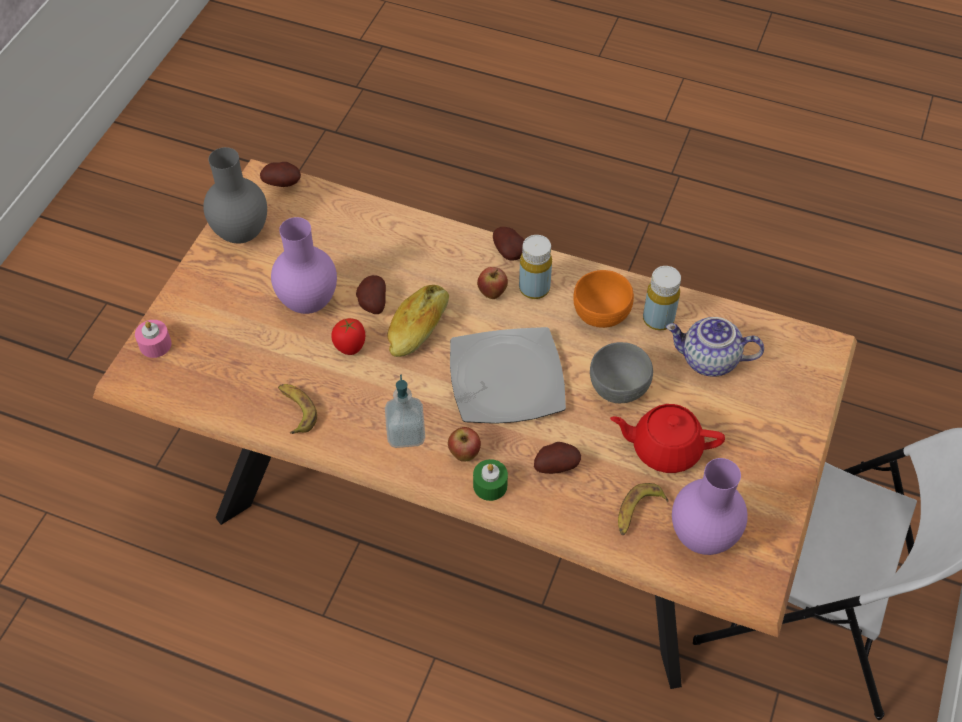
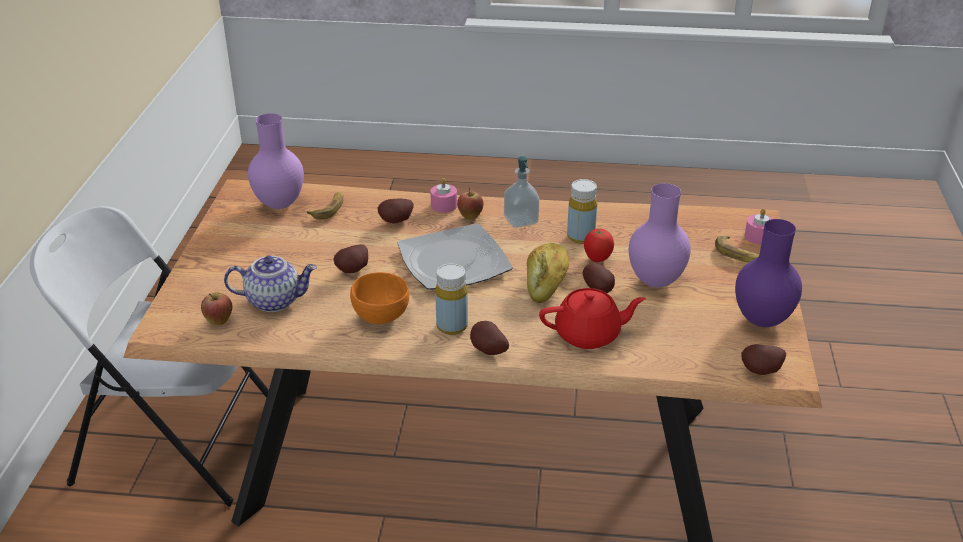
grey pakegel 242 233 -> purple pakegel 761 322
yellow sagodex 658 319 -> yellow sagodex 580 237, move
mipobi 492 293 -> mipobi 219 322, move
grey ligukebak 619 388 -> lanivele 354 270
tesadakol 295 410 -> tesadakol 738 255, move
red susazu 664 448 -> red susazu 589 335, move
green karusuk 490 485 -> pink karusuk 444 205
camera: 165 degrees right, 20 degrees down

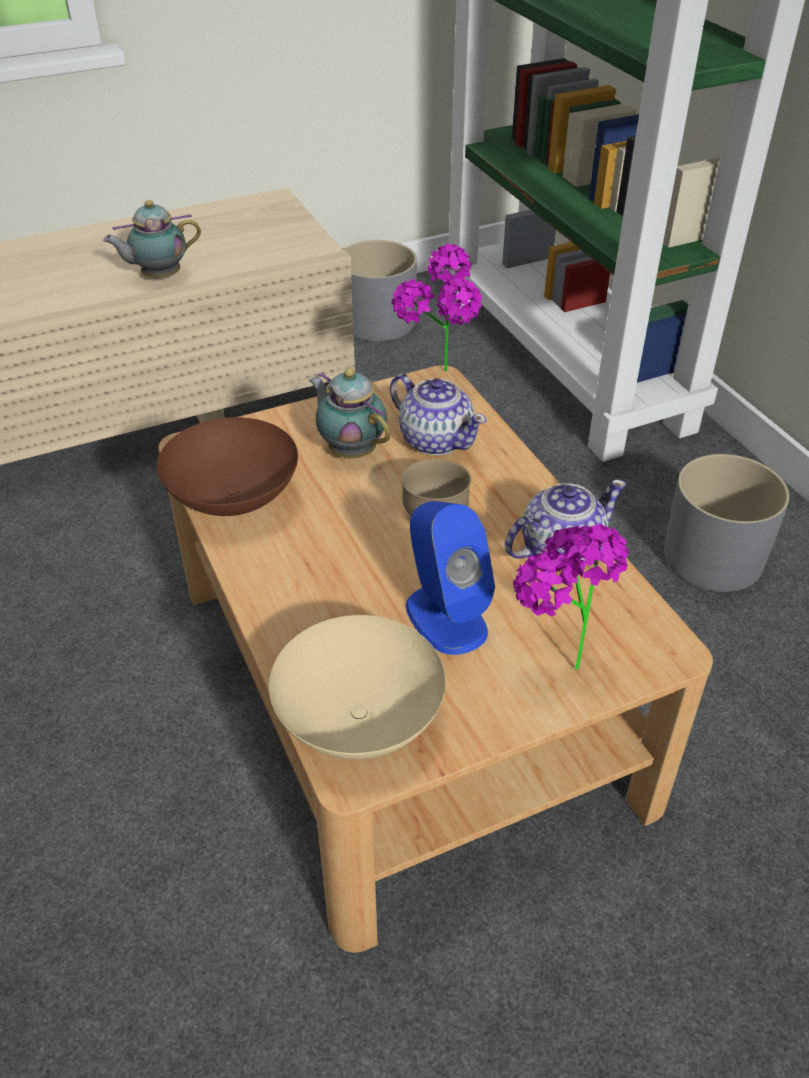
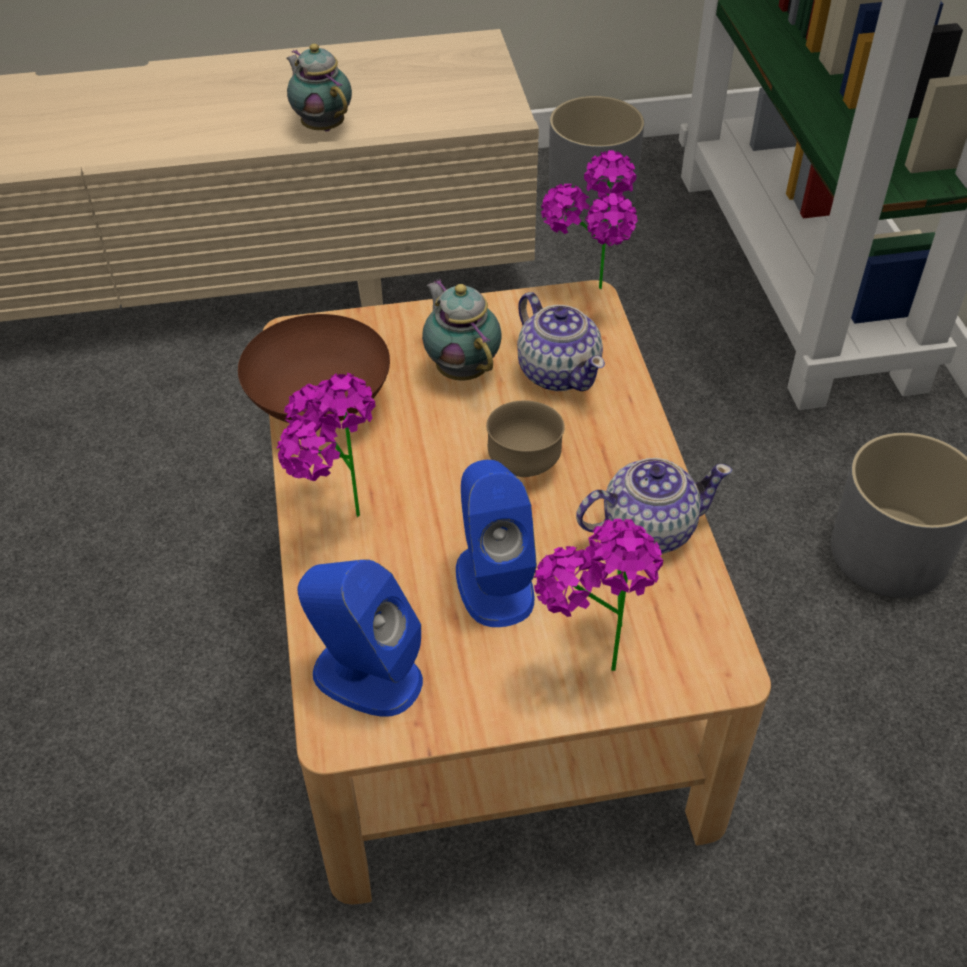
susazu 159 277 -> susazu 322 126, 60 degrees clockwise
beige ligukebak 359 718 -> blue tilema 366 675
none -> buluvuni 334 518
camera: 15 degrees right, 5 degrees up

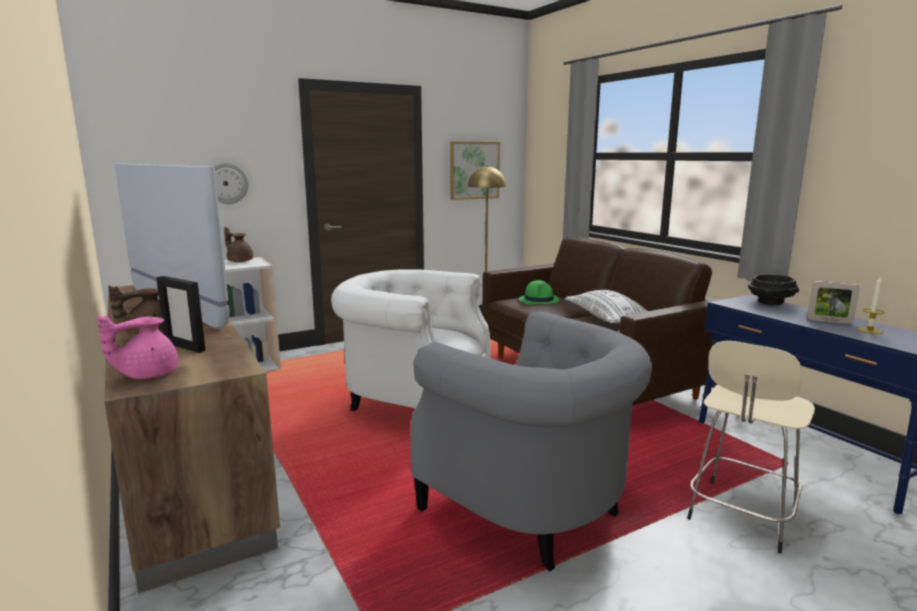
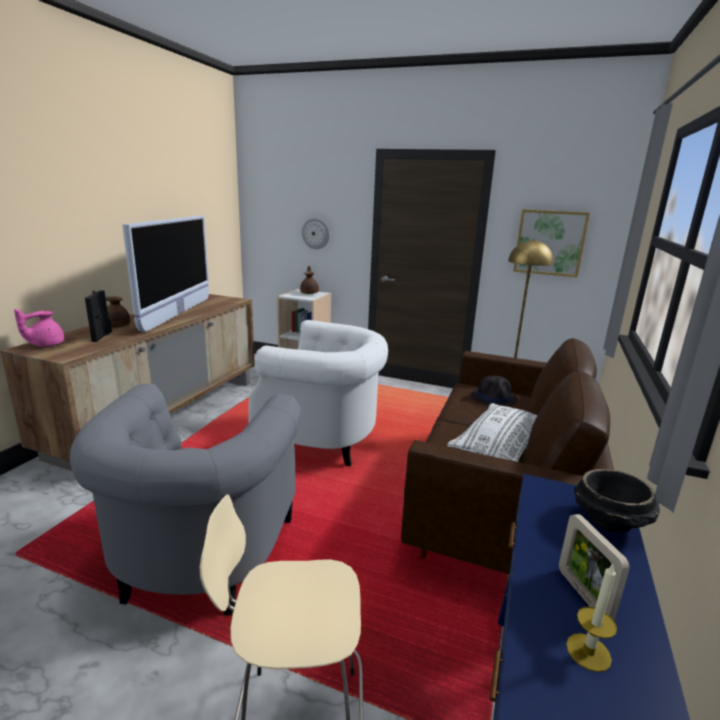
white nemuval 412 404 -> white nemuval 321 442, 120 degrees clockwise
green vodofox 539 300 -> black vodofox 493 398
pink susazu 147 375 -> pink susazu 45 344, 60 degrees counterclockwise
camera: 50 degrees right, 5 degrees up

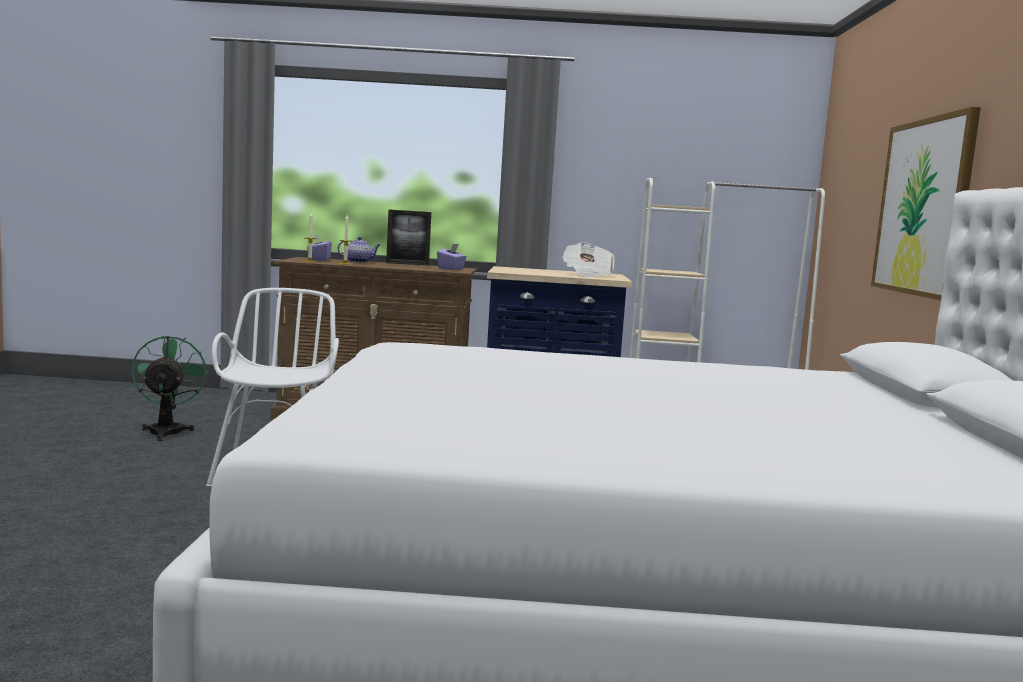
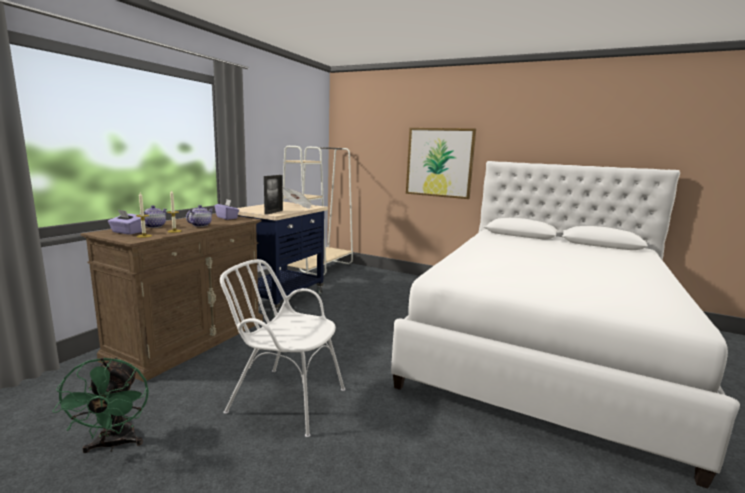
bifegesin 407 264 -> bifegesin 273 212, move
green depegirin 167 430 -> green depegirin 114 444, 120 degrees counterclockwise
none -> susazu 201 225
camera: 65 degrees left, 5 degrees up

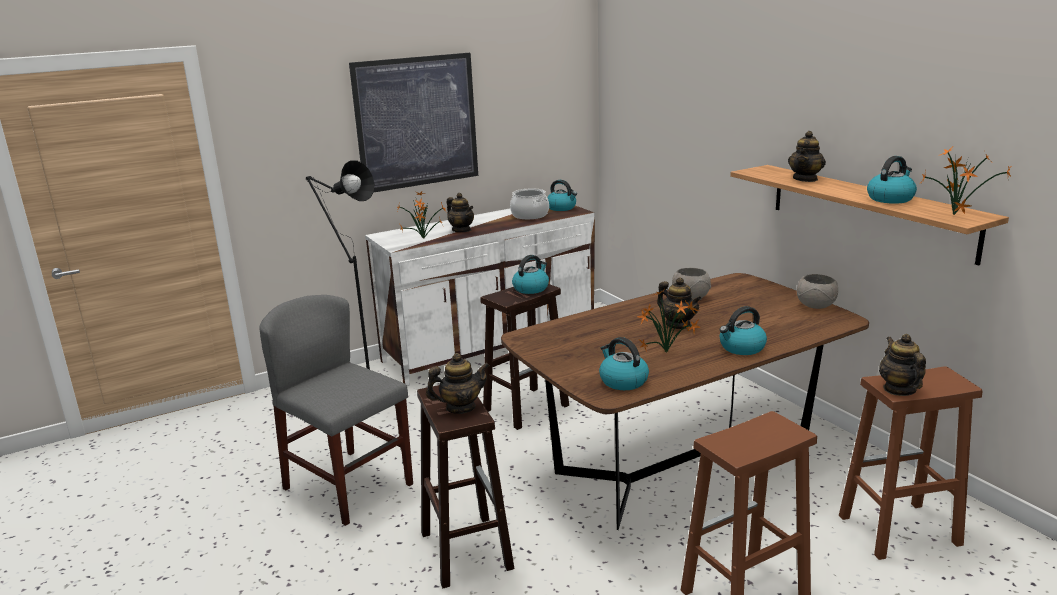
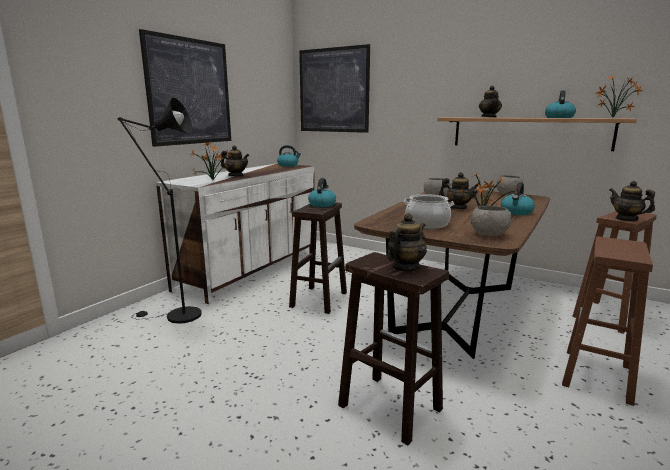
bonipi 530 215 -> bonipi 427 224, move
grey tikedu 348 486 -> none
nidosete 622 381 -> grey ligukebak 490 234
none -> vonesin 333 90
camera: 30 degrees left, 5 degrees down

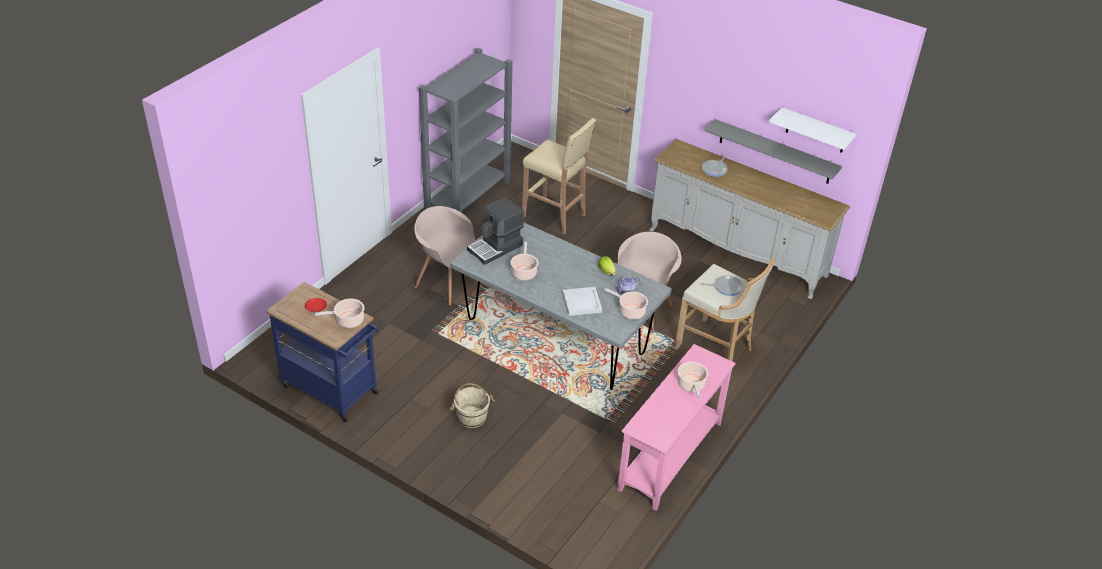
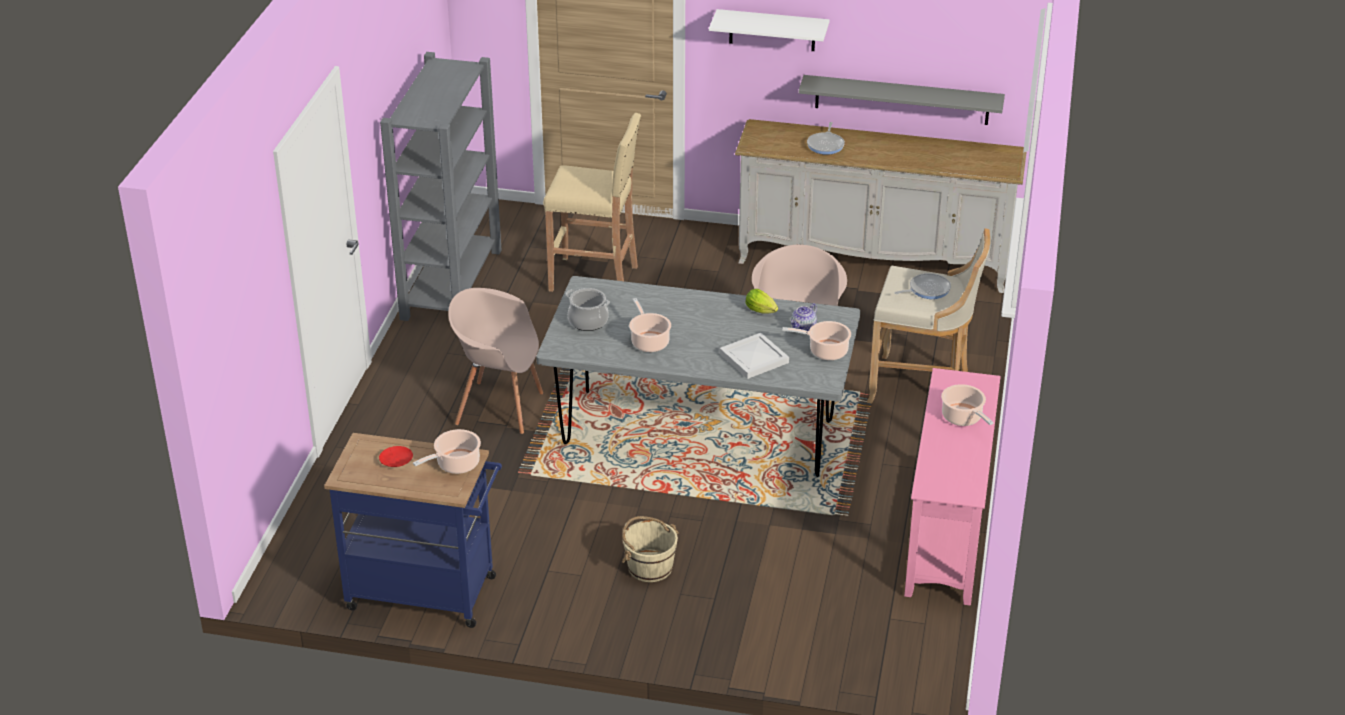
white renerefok 816 131 -> white renerefok 772 30, move
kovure 496 248 -> bonipi 588 321
camera: 20 degrees left, 5 degrees down

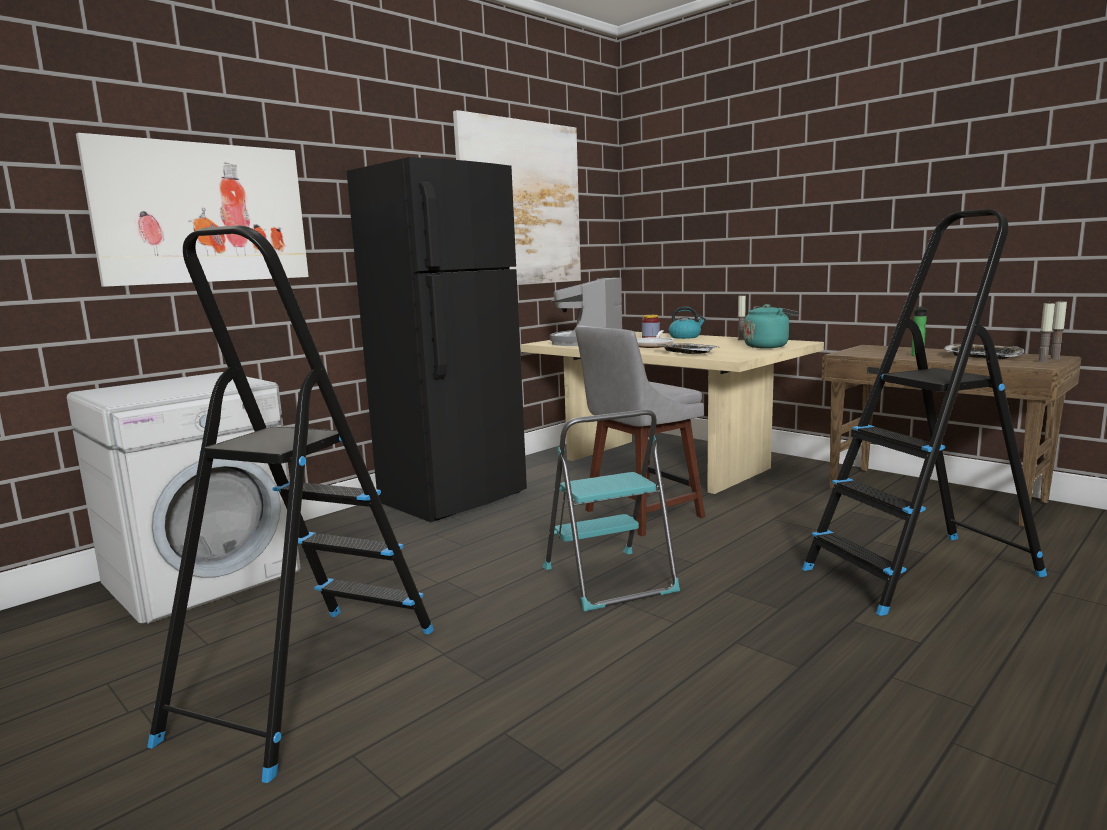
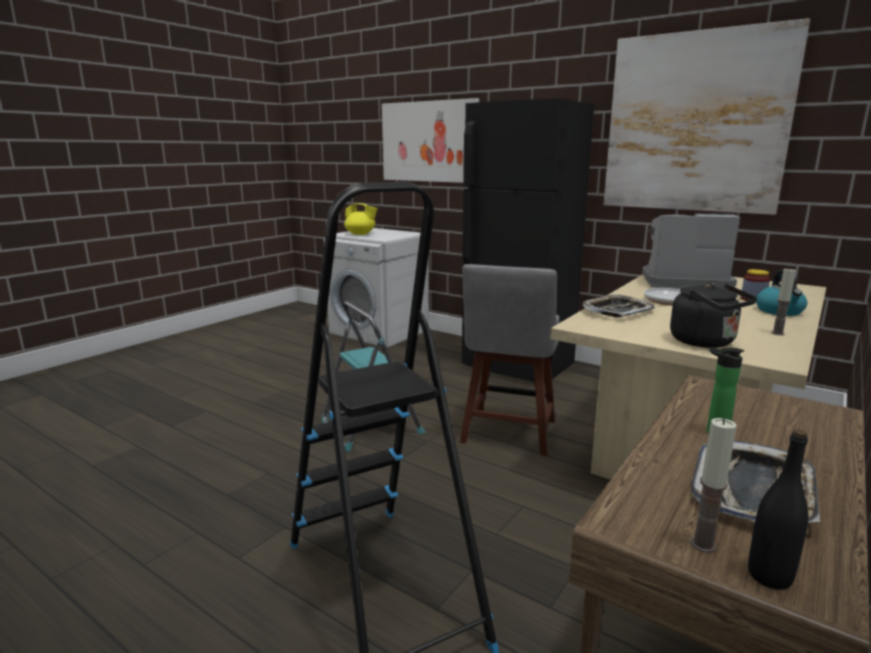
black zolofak 310 679 -> none
karusuk 1054 358 -> black sagodex 769 576
turquoise nidosete 768 346 -> black nidosete 706 342
grey tikedu 638 515 -> grey tikedu 507 434, 120 degrees counterclockwise
none -> yellow susazu 360 234
camera: 80 degrees right, 5 degrees up

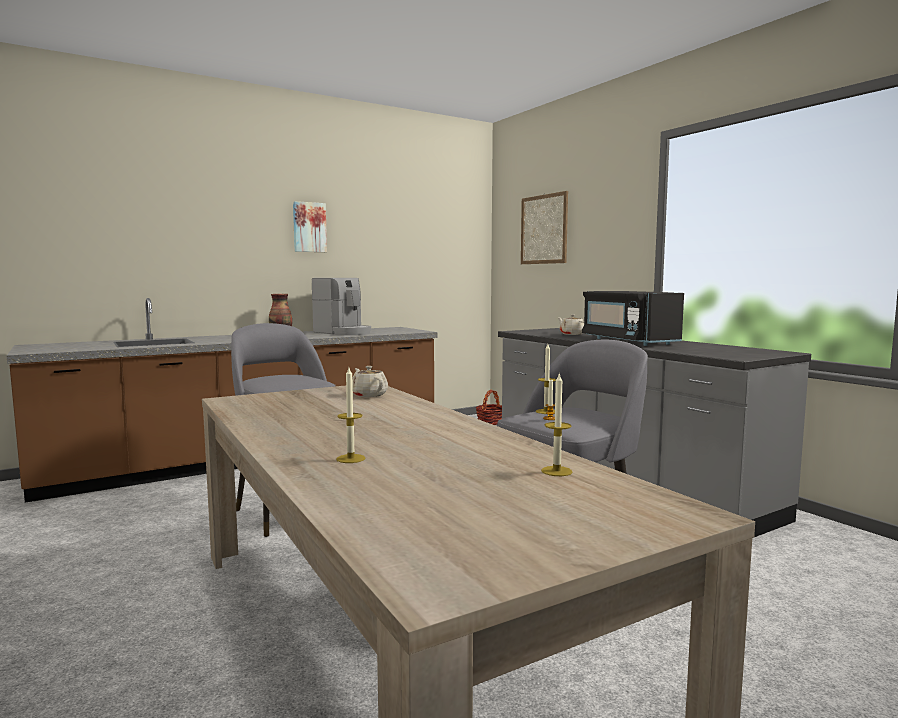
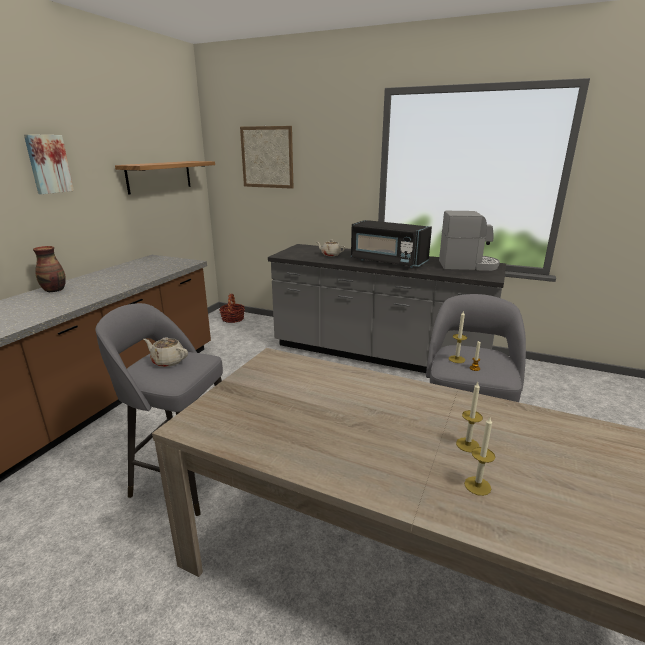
kovure 344 332 -> kovure 467 265, move
beige susazu 369 395 -> beige susazu 168 361, move
karusuk 556 471 -> karusuk 467 445, move
none -> renerefok 159 176
camera: 35 degrees left, 15 degrees up

